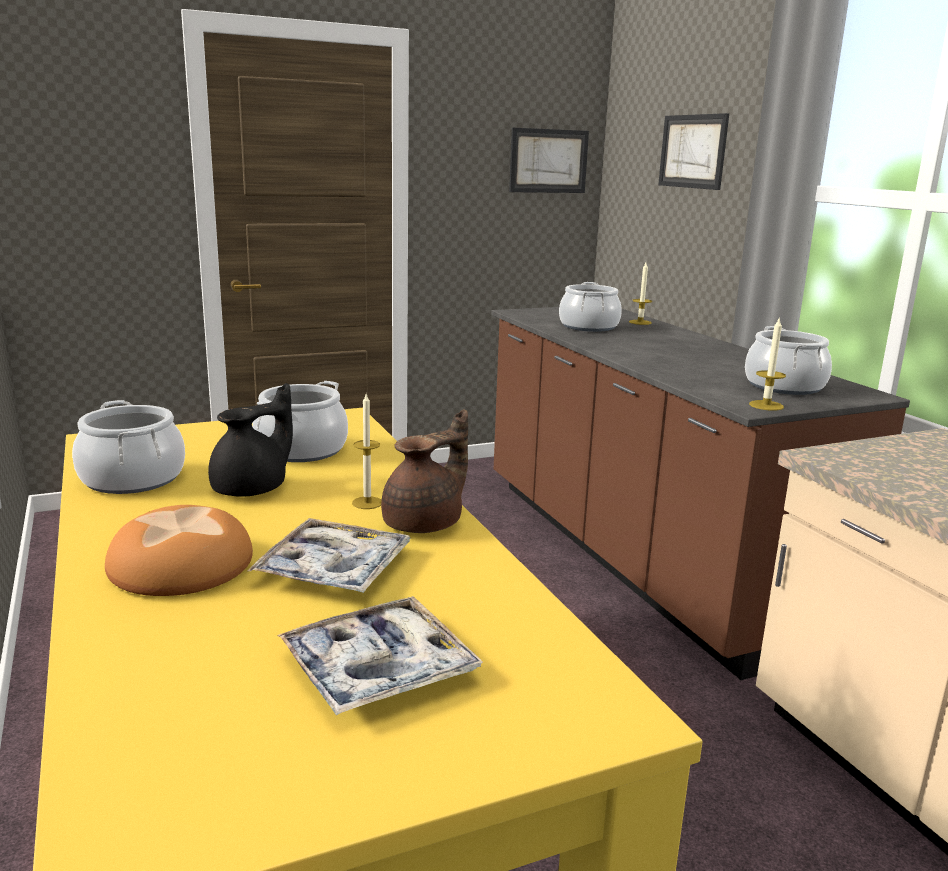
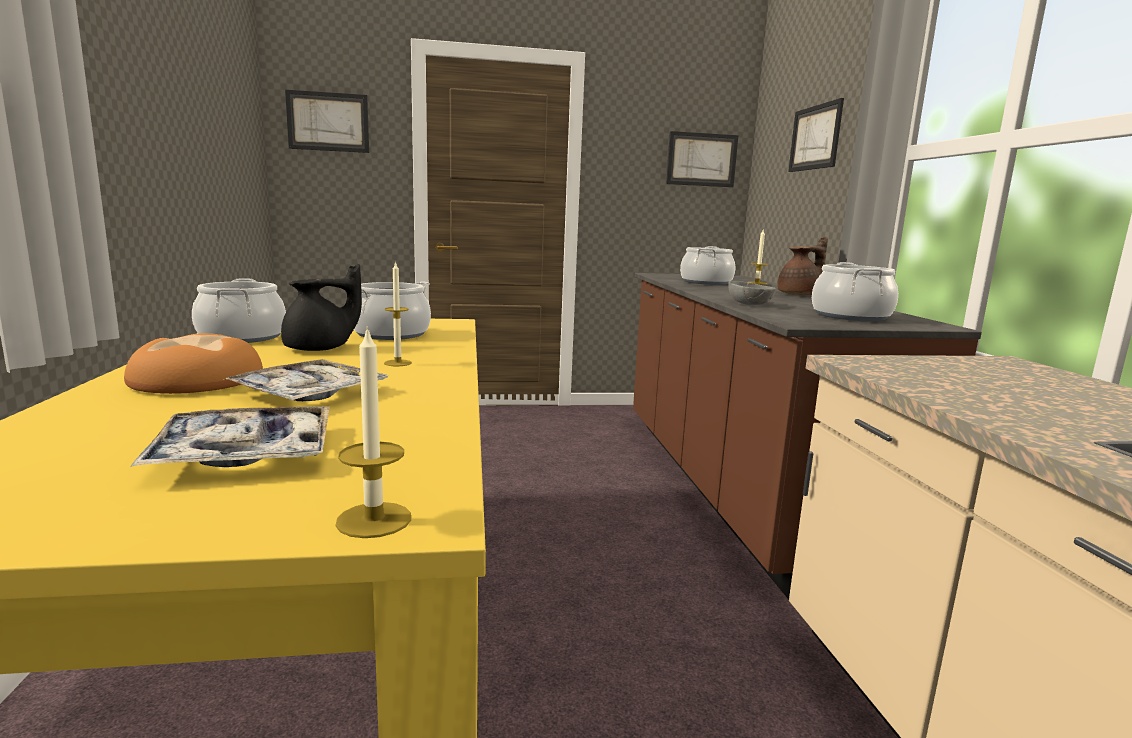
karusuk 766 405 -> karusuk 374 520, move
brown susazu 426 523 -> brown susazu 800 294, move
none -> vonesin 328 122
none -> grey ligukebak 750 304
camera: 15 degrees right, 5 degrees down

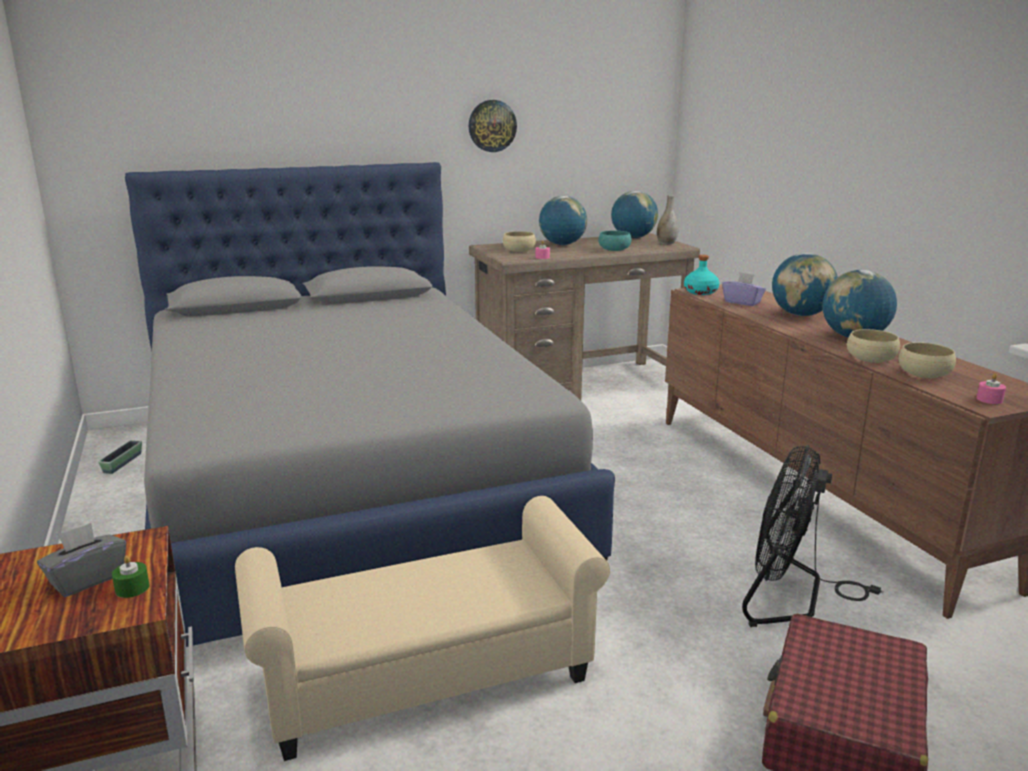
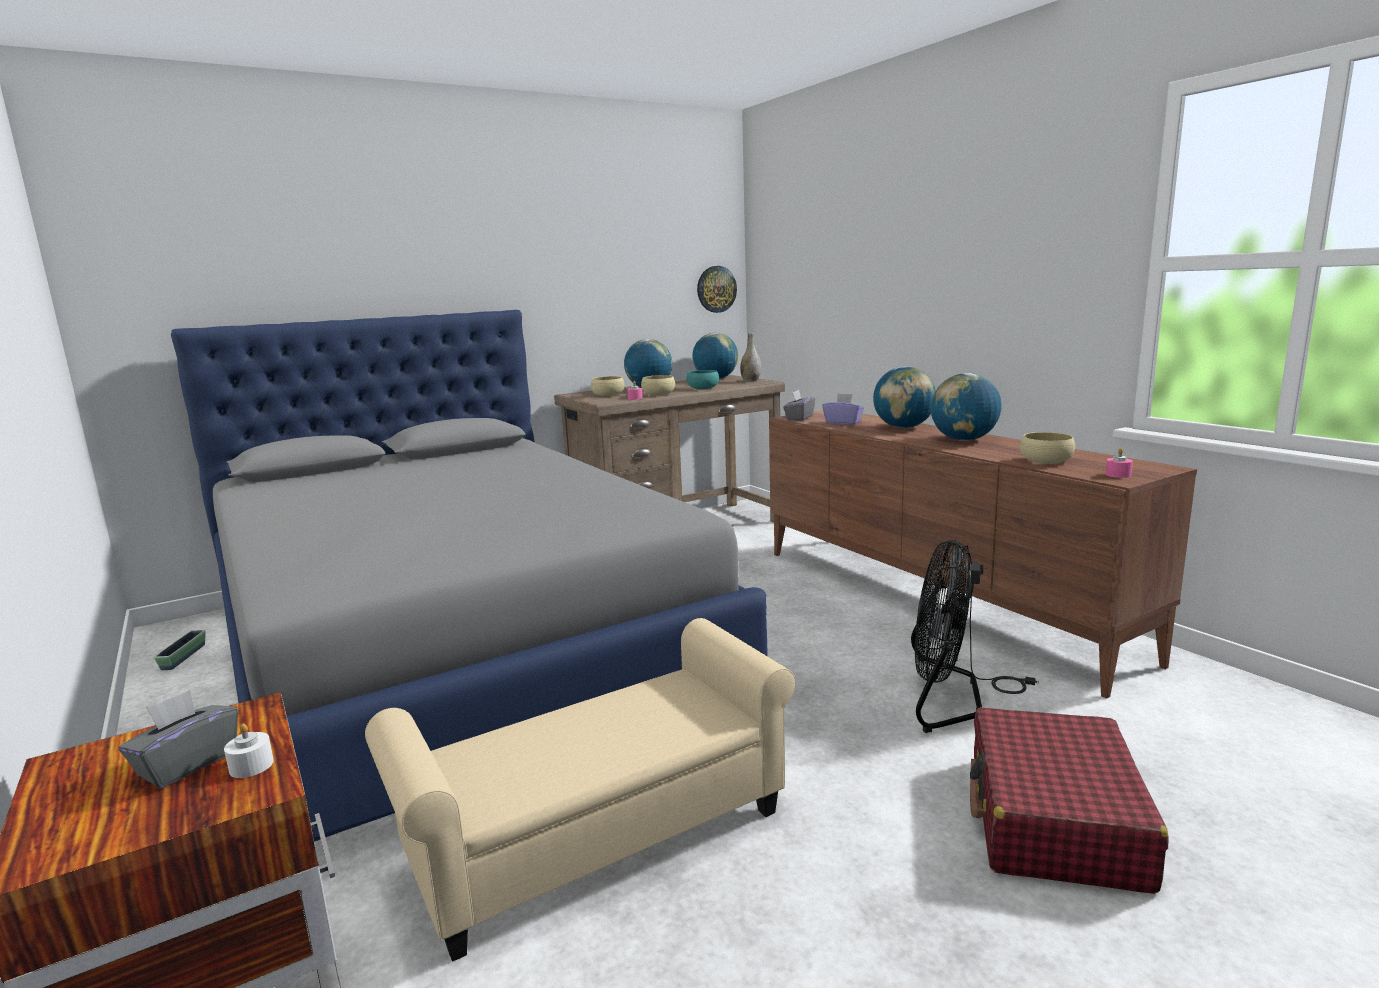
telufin 492 126 -> telufin 716 289, move
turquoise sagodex 701 292 -> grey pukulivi 799 418
beige ligukebak 870 358 -> beige ligukebak 658 394, move
green karusuk 132 588 -> white karusuk 251 766
camera: 10 degrees left, 5 degrees down

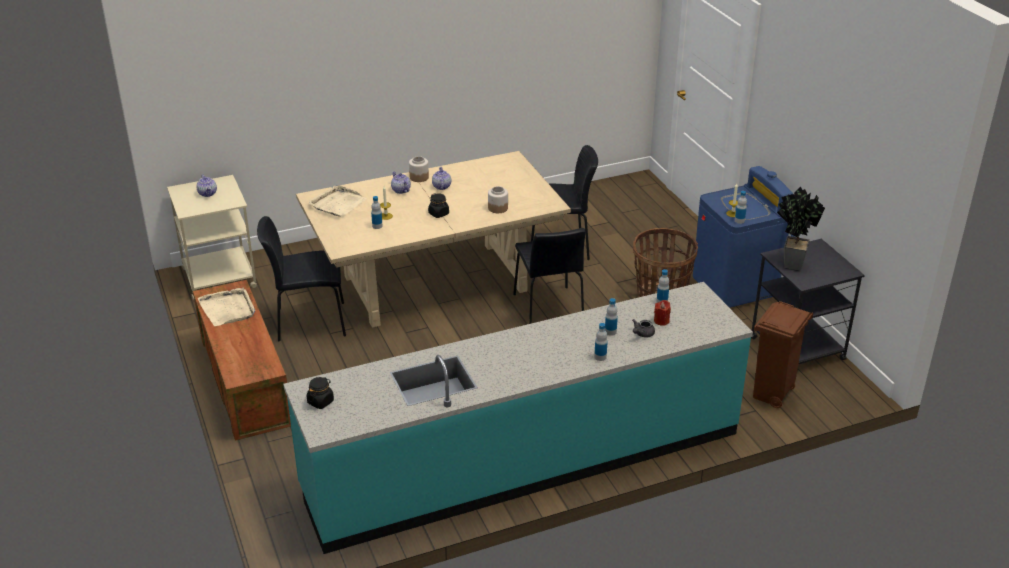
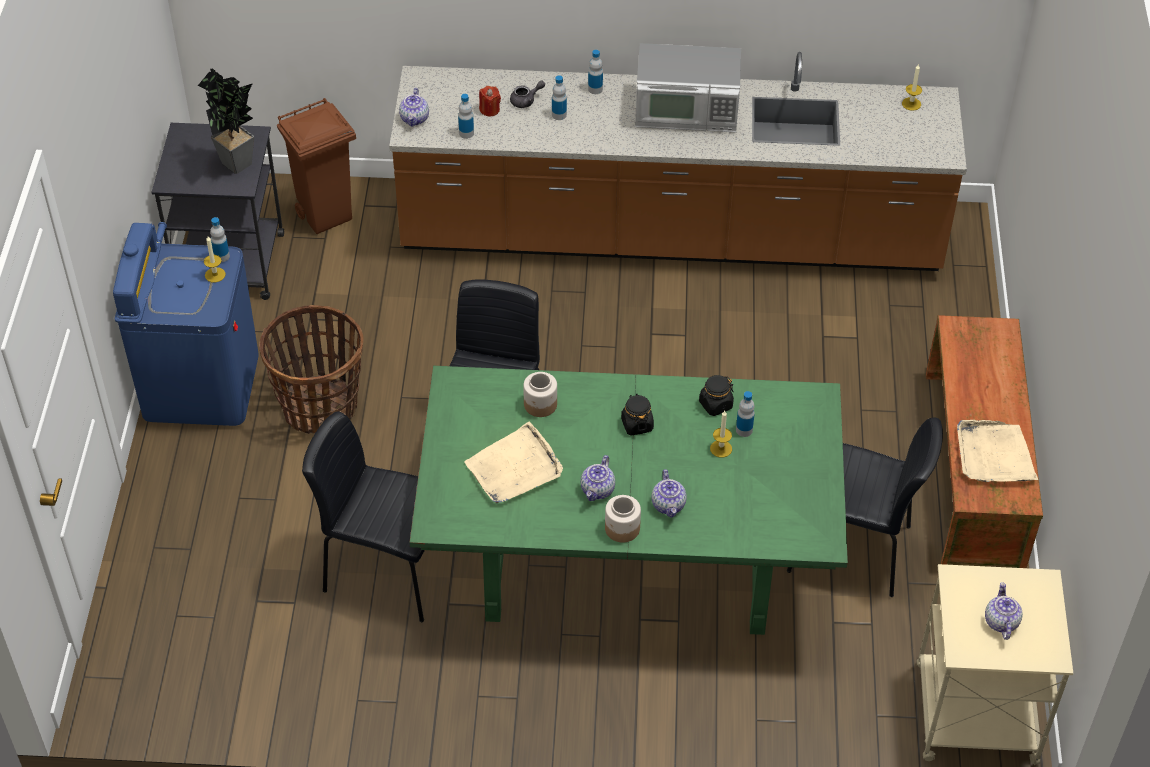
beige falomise 434 284 -> green falomise 629 561
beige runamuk 337 203 -> beige runamuk 514 468, move
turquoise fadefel 523 461 -> brown fadefel 671 236
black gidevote 320 402 -> black gidevote 715 405, move
none -> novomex 687 111
none -> karusuk 911 104
none -> susazu 415 119
camera: 155 degrees left, 15 degrees up

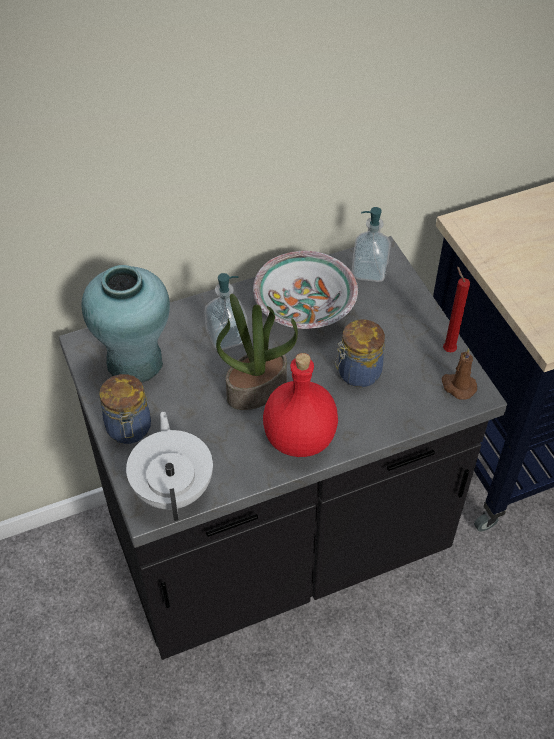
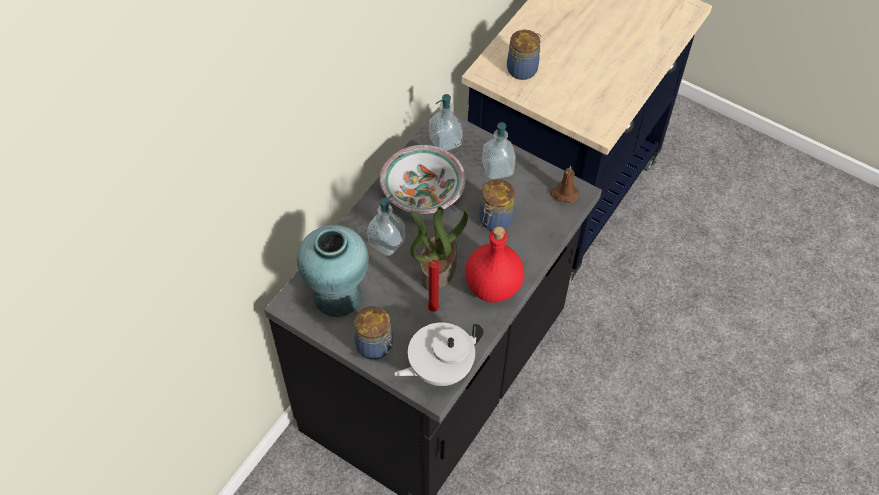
red karusuk 447 349 -> red karusuk 431 308, move
white susazu 174 488 -> white susazu 439 368, 75 degrees counterclockwise
none -> gidevote 523 69
none -> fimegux 497 168
camera: 35 degrees left, 5 degrees up

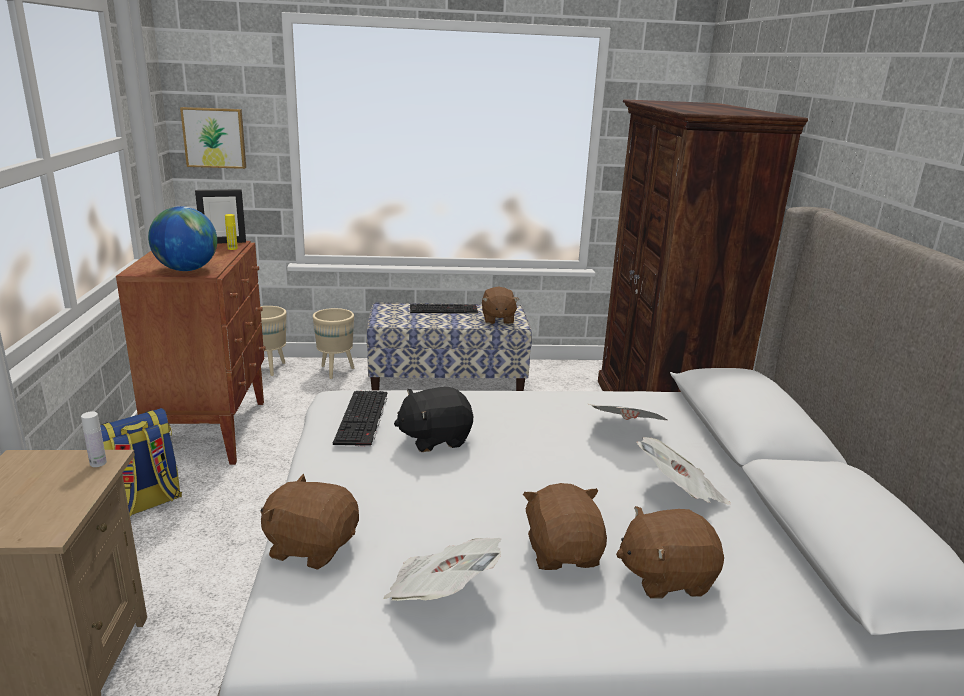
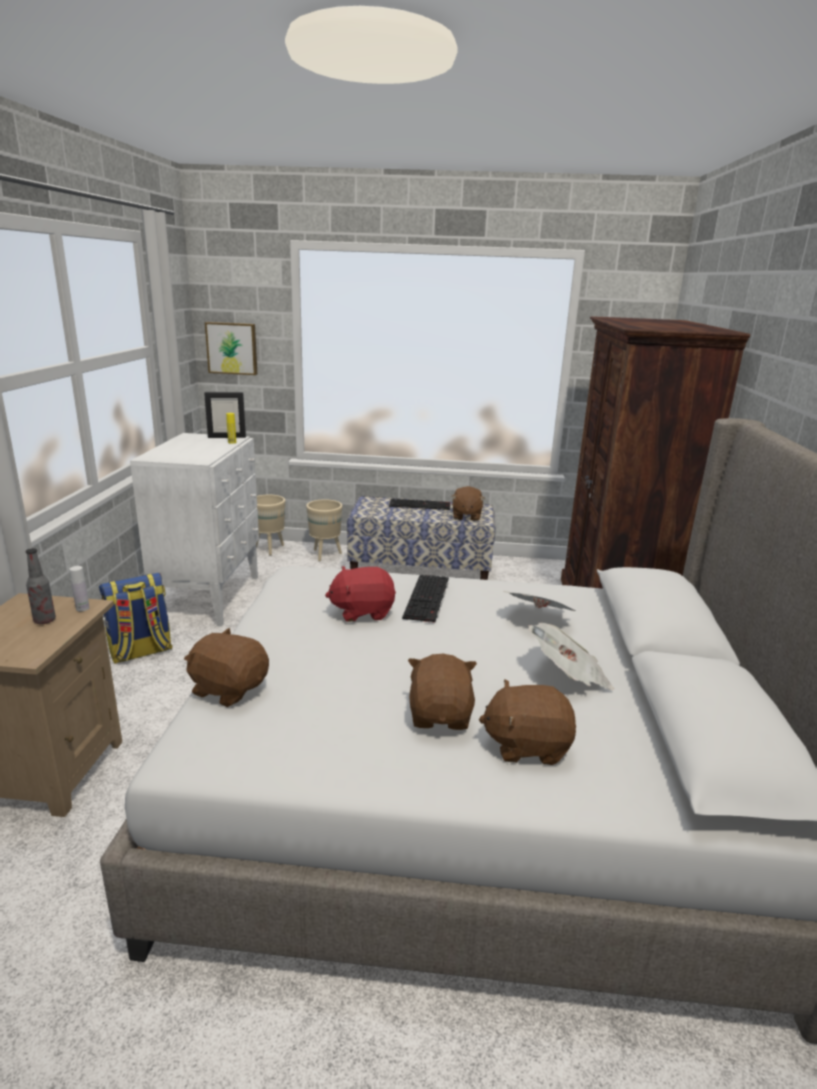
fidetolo 186 270 -> none
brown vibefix 213 430 -> white vibefix 210 597
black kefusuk 434 439 -> red kefusuk 362 611
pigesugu 363 418 -> pigesugu 428 598, move
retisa 441 593 -> none
none -> sagodex 44 620
camera: 10 degrees right, 0 degrees up

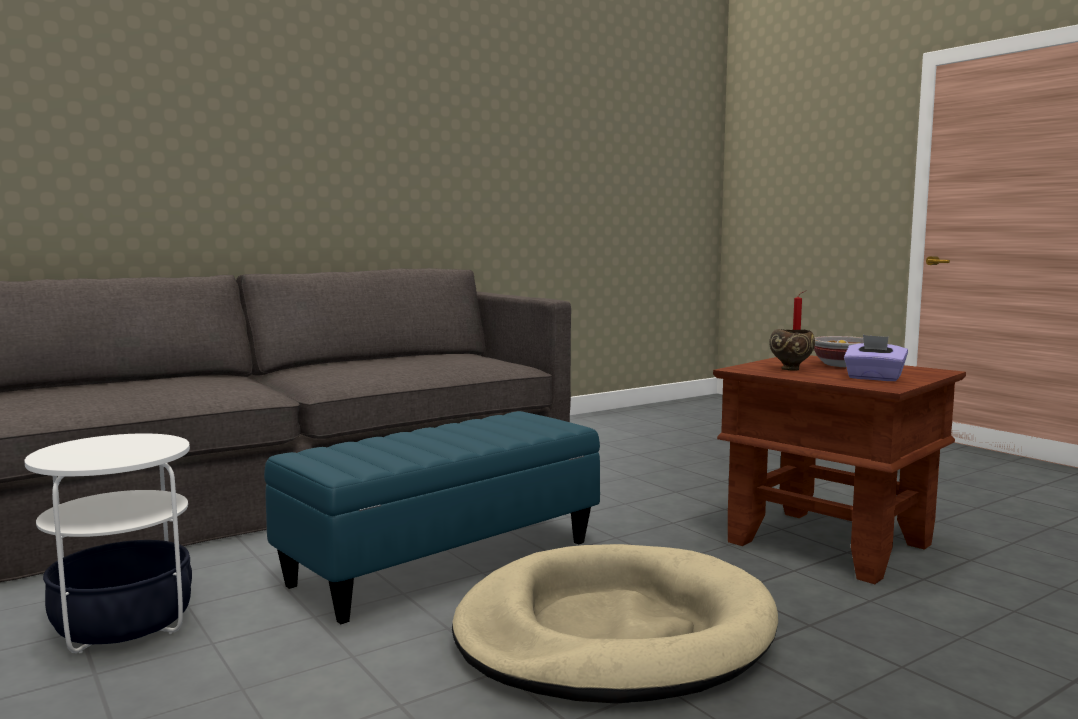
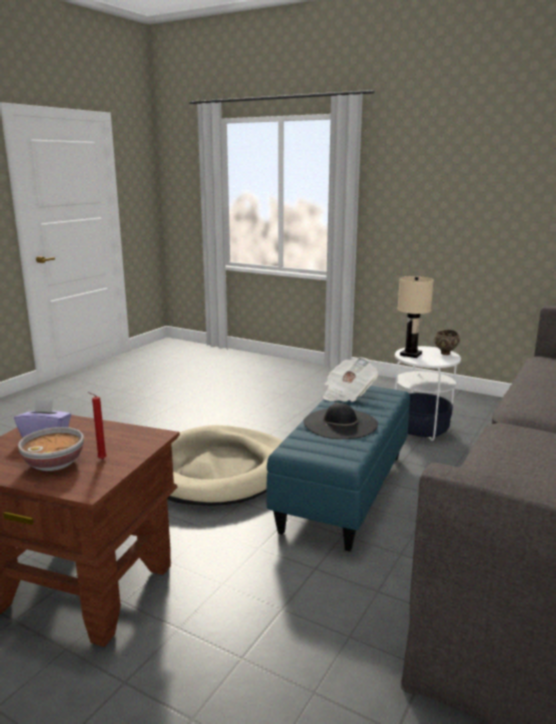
brown ligukebak 791 369 -> brown ligukebak 445 354, move
none -> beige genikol 410 354
none -> retisa 347 394
none -> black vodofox 340 423
camera: 155 degrees right, 10 degrees up

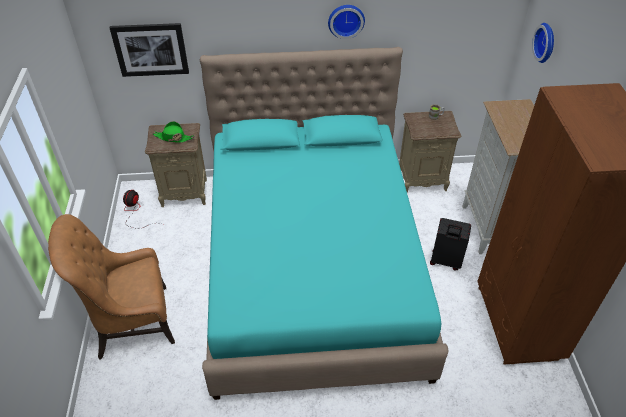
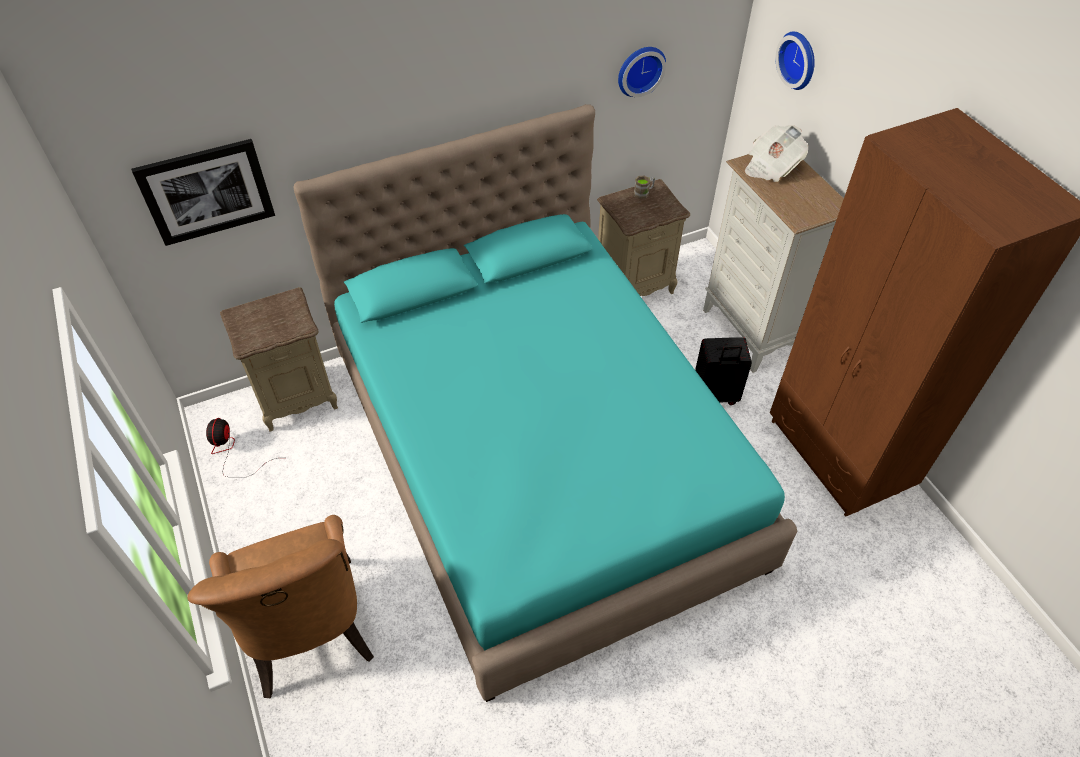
telufin 346 20 -> telufin 639 69, move
green vodofox 173 138 -> none
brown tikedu 132 322 -> brown tikedu 308 628, 75 degrees counterclockwise
none -> retisa 771 166
camera: 20 degrees left, 5 degrees up

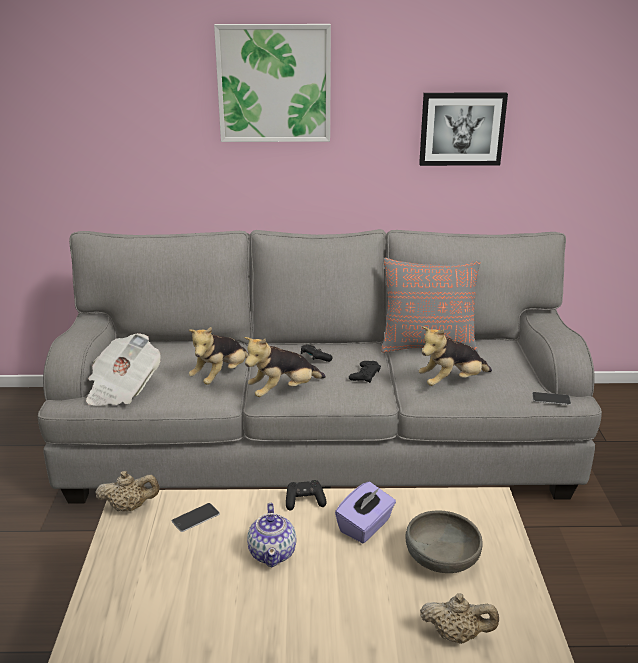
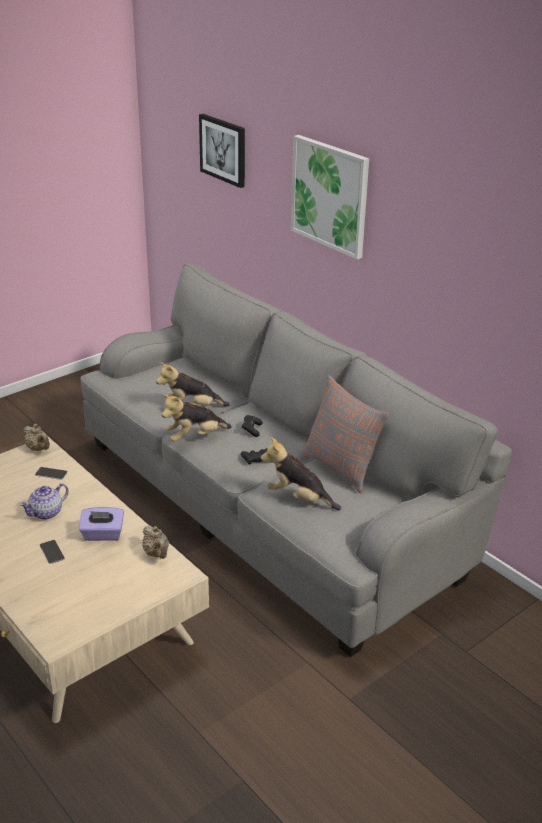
vonesin 462 129 -> vonesin 223 150, move
retisa 122 389 -> none
kefusuk 283 391 -> kefusuk 195 437, 45 degrees counterclockwise
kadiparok 551 398 -> kadiparok 52 552, move
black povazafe 305 501 -> none
grey ligukebak 441 558 -> none
beige susazu 457 635 -> beige susazu 157 554, move
camera: 50 degrees right, 5 degrees up

